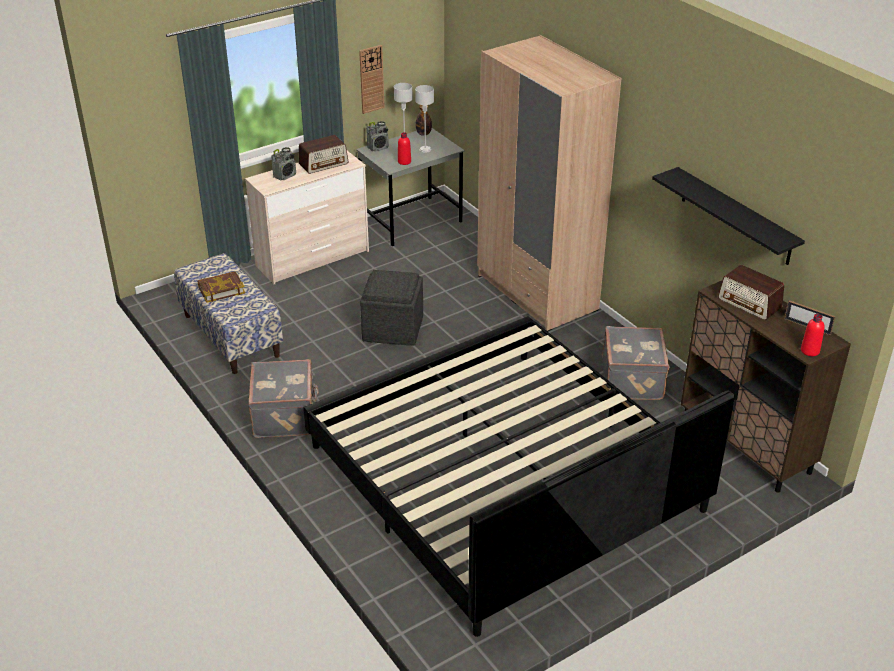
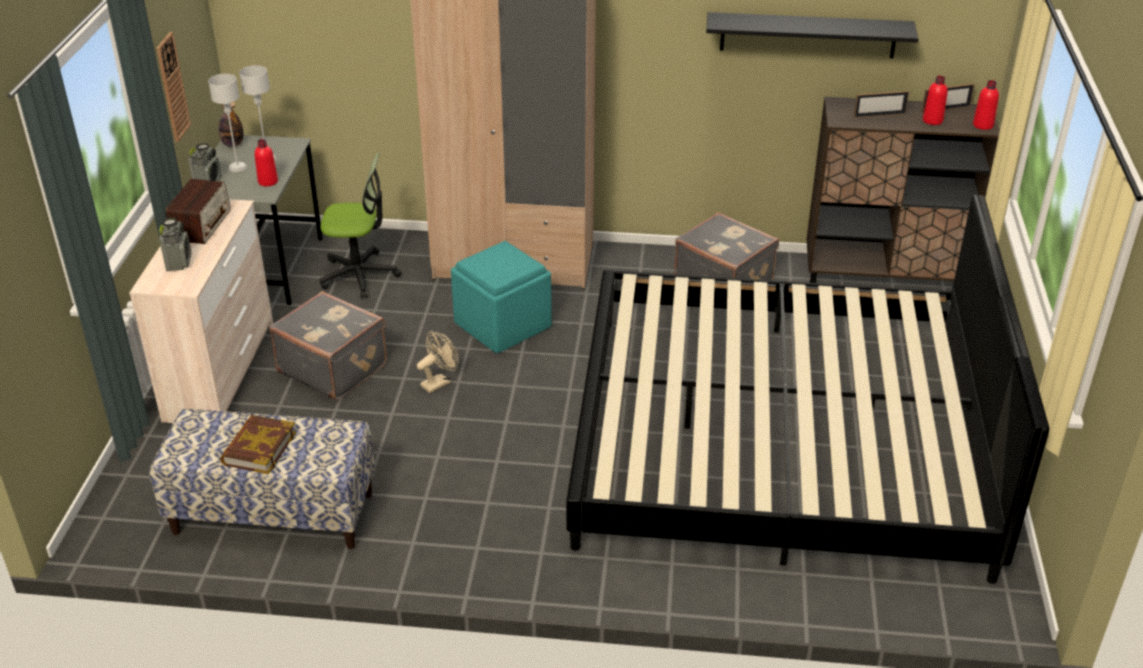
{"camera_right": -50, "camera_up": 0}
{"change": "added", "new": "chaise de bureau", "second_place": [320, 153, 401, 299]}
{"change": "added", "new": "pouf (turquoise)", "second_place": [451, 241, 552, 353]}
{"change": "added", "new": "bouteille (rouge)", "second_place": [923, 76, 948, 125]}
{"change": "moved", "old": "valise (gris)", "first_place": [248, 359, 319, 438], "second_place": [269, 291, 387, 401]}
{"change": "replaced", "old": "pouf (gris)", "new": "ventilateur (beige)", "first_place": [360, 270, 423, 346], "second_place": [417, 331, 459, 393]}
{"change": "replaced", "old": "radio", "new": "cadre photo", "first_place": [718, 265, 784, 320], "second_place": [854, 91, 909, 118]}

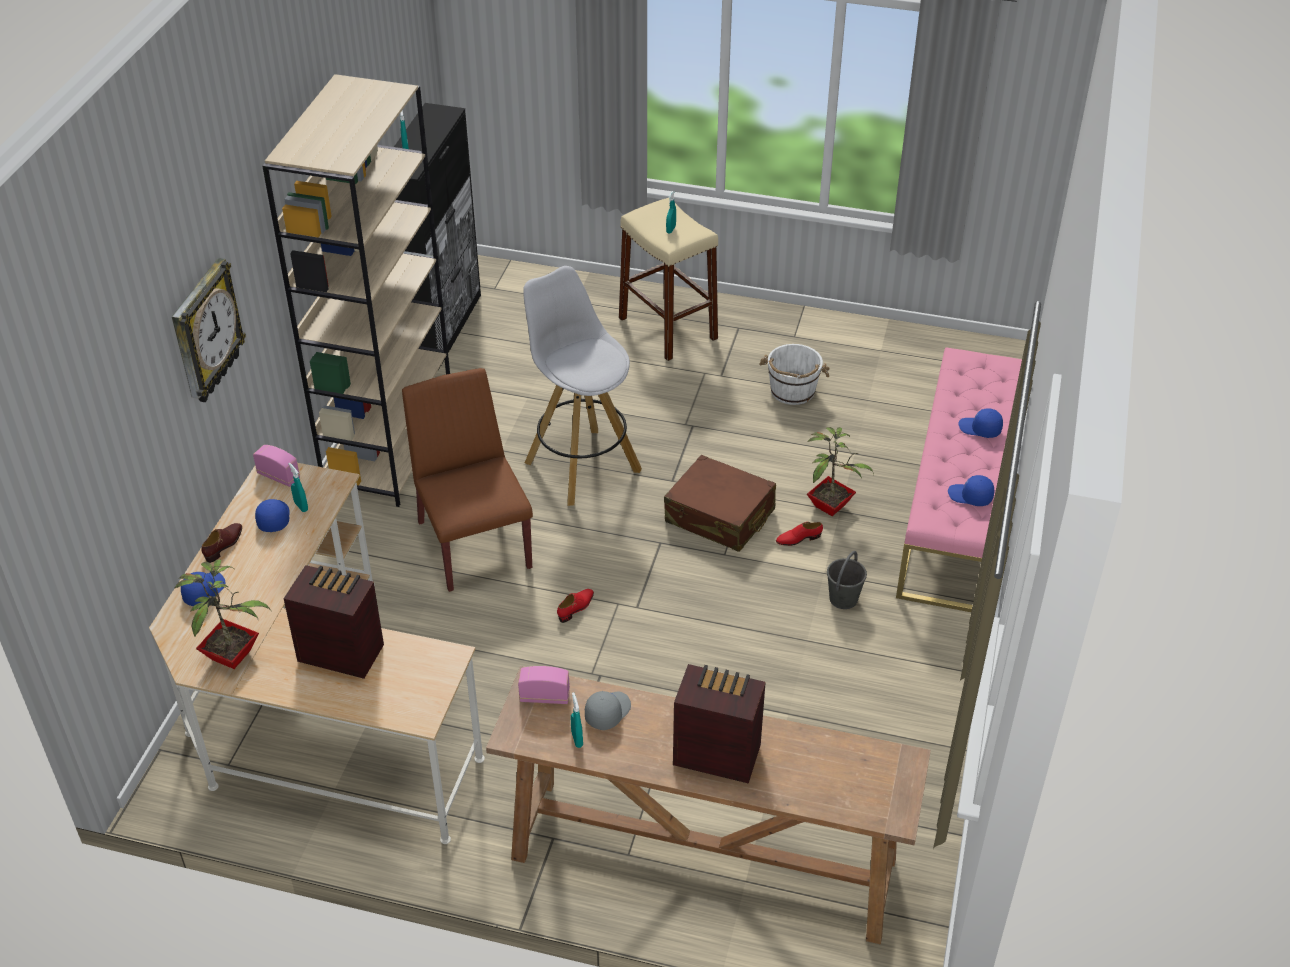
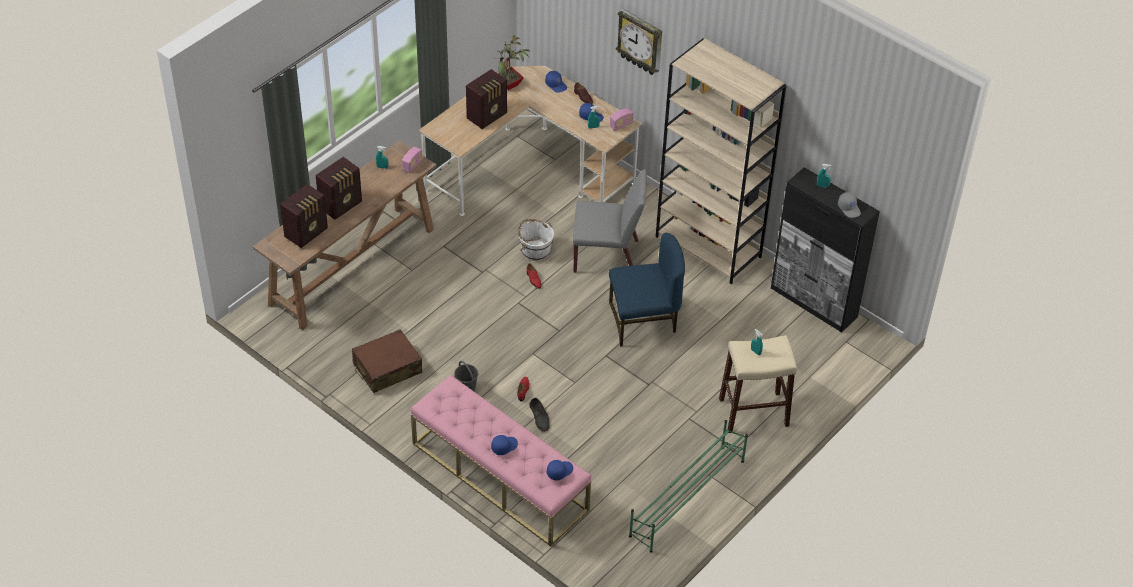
{"camera_right": 115, "camera_up": 5}
{"change": "added", "new": "radio", "second_place": [280, 184, 328, 248]}
{"change": "added", "new": "étagère à chaussures (vert)", "second_place": [629, 420, 748, 553]}
{"change": "moved", "old": "casquette (gris)", "first_place": [585, 691, 631, 730], "second_place": [838, 192, 861, 218]}
{"change": "moved", "old": "valise (marron)", "first_place": [664, 455, 776, 552], "second_place": [352, 329, 423, 393]}
{"change": "moved", "old": "seau (blanc)", "first_place": [760, 344, 830, 405], "second_place": [518, 219, 554, 261]}
{"change": "moved", "old": "casquette (bleu)", "first_place": [948, 475, 994, 506], "second_place": [547, 460, 573, 481]}
{"change": "replaced", "old": "tabouret (blanc)", "new": "chaise (bleu)", "first_place": [523, 266, 642, 506], "second_place": [609, 233, 685, 347]}
{"change": "replaced", "old": "plante en pot", "new": "chaussure (gris)", "first_place": [807, 427, 874, 516], "second_place": [530, 398, 550, 432]}
{"change": "recoloured", "old": "chaise (marron)", "new": "chaise (gris)", "first_place": [402, 368, 533, 592], "second_place": [573, 169, 647, 273]}

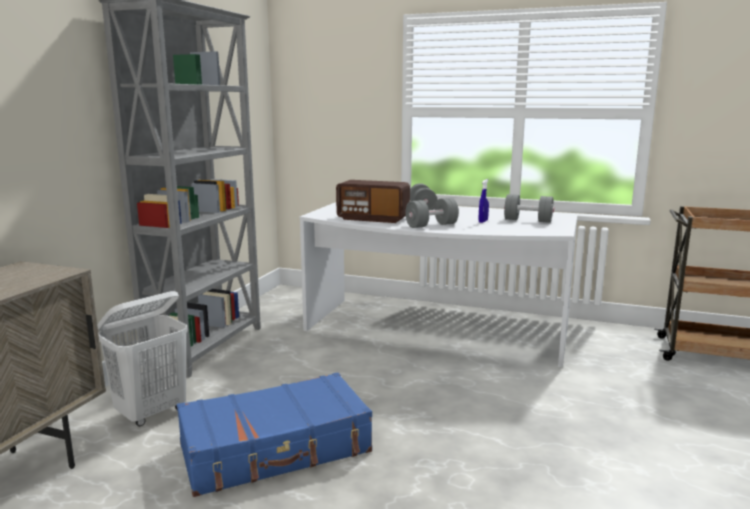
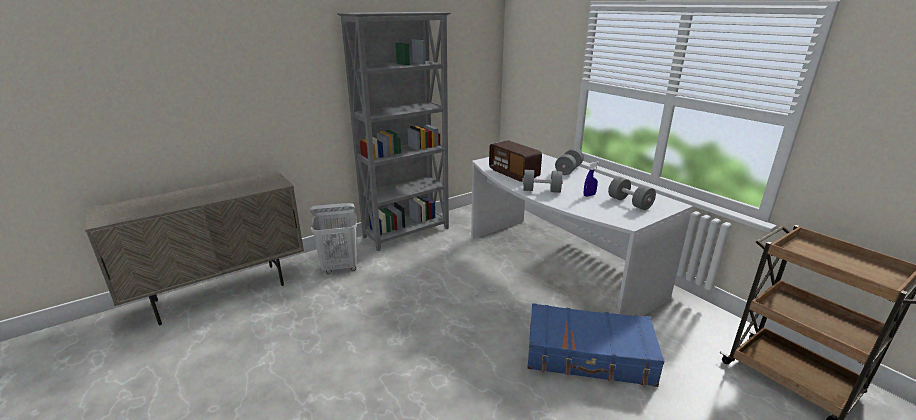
{"camera_right": 35, "camera_up": 10}
{"change": "moved", "old": "valise (bleu)", "first_place": [177, 372, 372, 497], "second_place": [527, 303, 665, 387]}

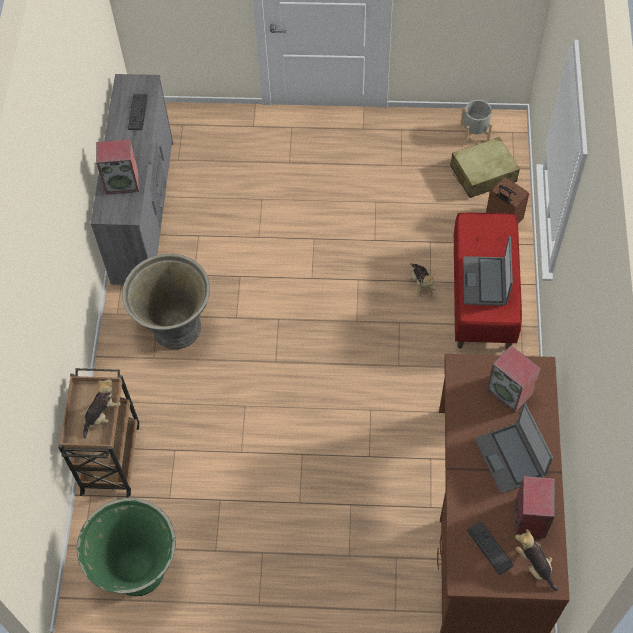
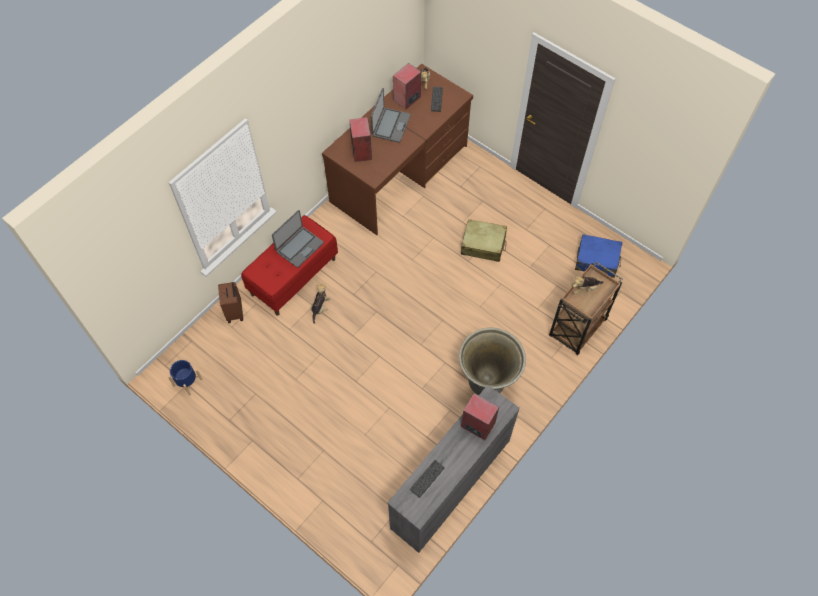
{"camera_right": -145, "camera_up": 0}
{"change": "moved", "old": "valise (beige)", "first_place": [450, 137, 520, 198], "second_place": [461, 219, 507, 262]}
{"change": "replaced", "old": "cache-pot (vert)", "new": "valise (bleu)", "first_place": [77, 498, 176, 596], "second_place": [575, 234, 622, 278]}
{"change": "recoloured", "old": "cache-pot (gris)", "new": "cache-pot (bleu)", "first_place": [460, 100, 493, 145], "second_place": [168, 360, 202, 396]}

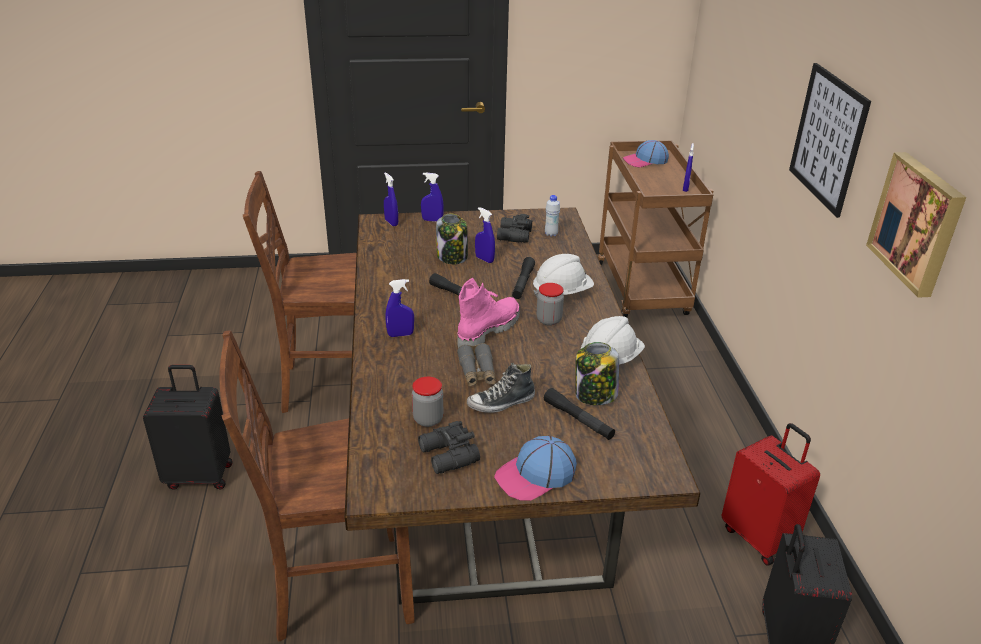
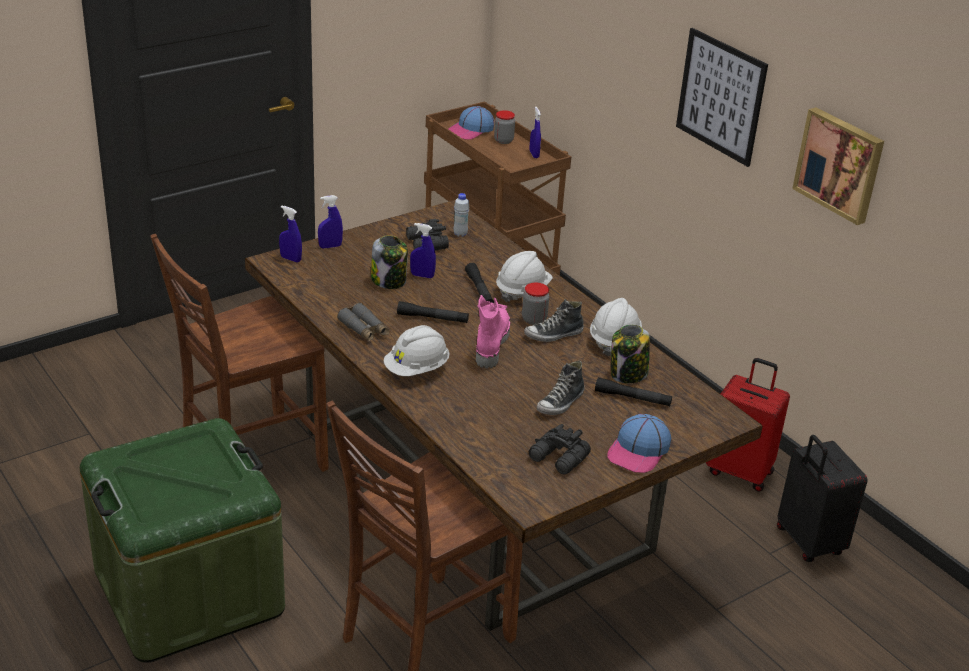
{"camera_right": -30, "camera_up": 0}
{"change": "added", "new": "chaussure", "second_place": [524, 299, 584, 342]}
{"change": "moved", "old": "bocal", "first_place": [412, 377, 443, 427], "second_place": [494, 110, 515, 144]}
{"change": "moved", "old": "jumelles (gris)", "first_place": [457, 343, 496, 387], "second_place": [337, 303, 389, 341]}
{"change": "replaced", "old": "valise (noir)", "new": "boîte de rangement (vert)", "first_place": [143, 365, 233, 490], "second_place": [80, 418, 285, 663]}
{"change": "replaced", "old": "vaporisateur (bleu)", "new": "casque de chantier (blanc)", "first_place": [386, 279, 414, 337], "second_place": [384, 325, 450, 376]}

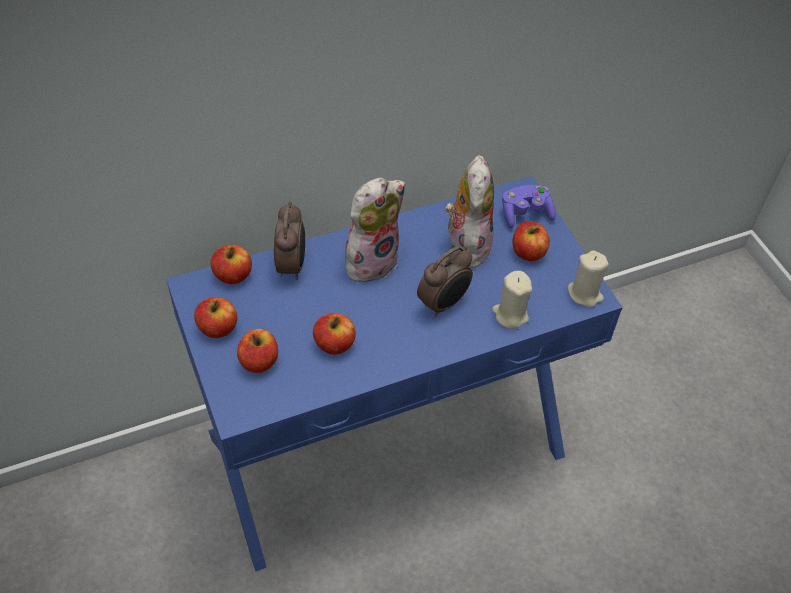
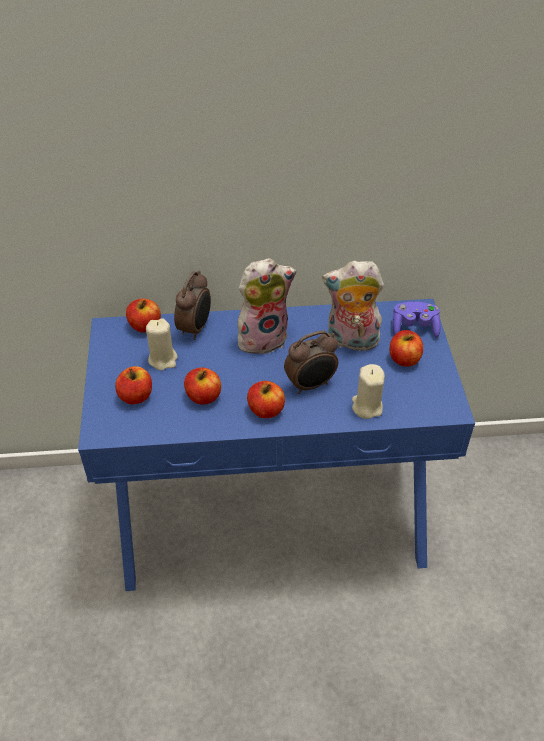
{"camera_right": 20, "camera_up": -5}
{"change": "moved", "old": "pomme", "first_place": [194, 297, 237, 338], "second_place": [247, 381, 285, 418]}
{"change": "moved", "old": "bougie (beige)", "first_place": [568, 250, 609, 307], "second_place": [146, 318, 178, 370]}
{"change": "turned", "old": "peluche", "first_place": [445, 155, 494, 268], "second_place": [322, 261, 384, 351], "degrees": -105}

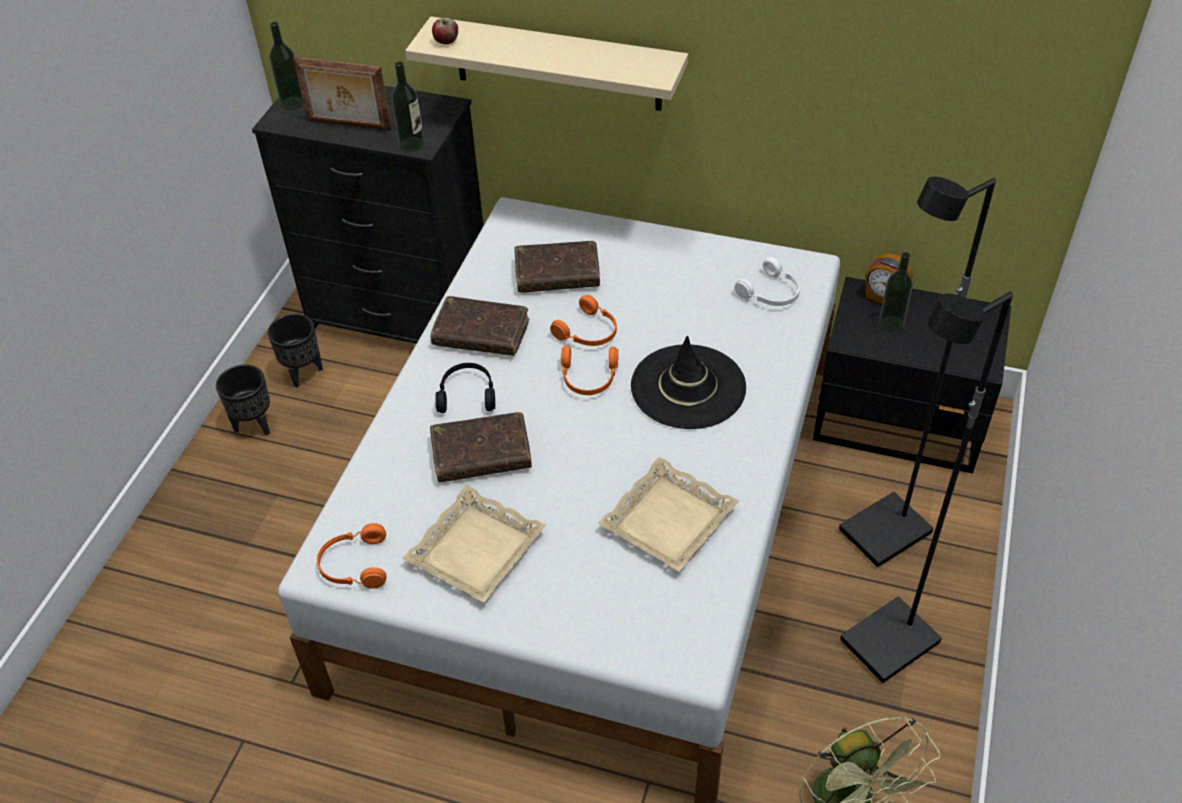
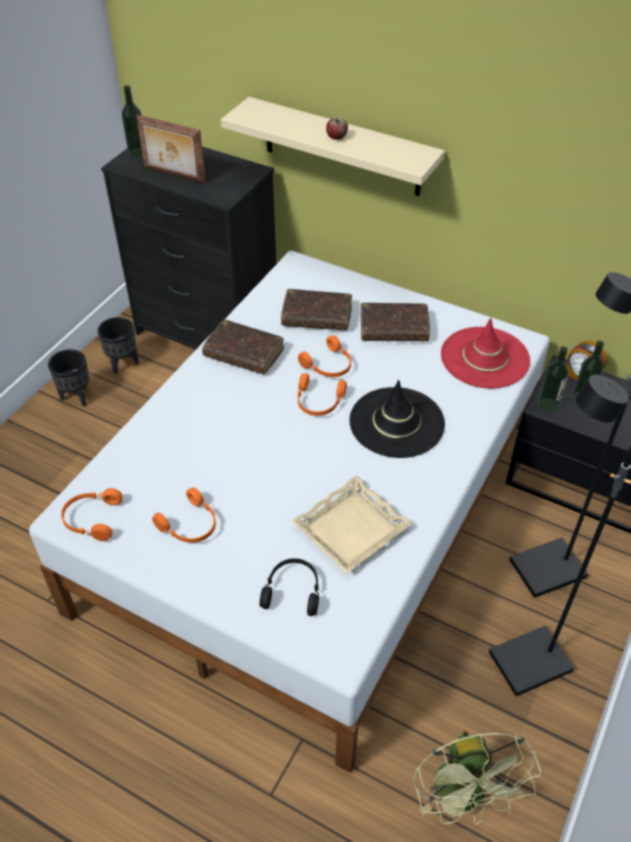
{"camera_right": 10, "camera_up": 0}
{"change": "moved", "old": "bouteille", "first_place": [391, 61, 424, 152], "second_place": [538, 346, 568, 412]}
{"change": "moved", "old": "livre (marron)", "first_place": [430, 412, 532, 482], "second_place": [361, 303, 430, 341]}
{"change": "moved", "old": "pomme", "first_place": [432, 18, 458, 44], "second_place": [326, 118, 348, 140]}
{"change": "moved", "old": "casque audio (noir)", "first_place": [435, 363, 495, 413], "second_place": [260, 558, 319, 616]}
{"change": "replaced", "old": "plateau (beige)", "new": "casque audio (orange)", "first_place": [402, 485, 546, 603], "second_place": [152, 488, 216, 543]}
{"change": "replaced", "old": "casque audio (blanc)", "new": "chapeau (rouge)", "first_place": [734, 257, 800, 306], "second_place": [441, 318, 530, 388]}

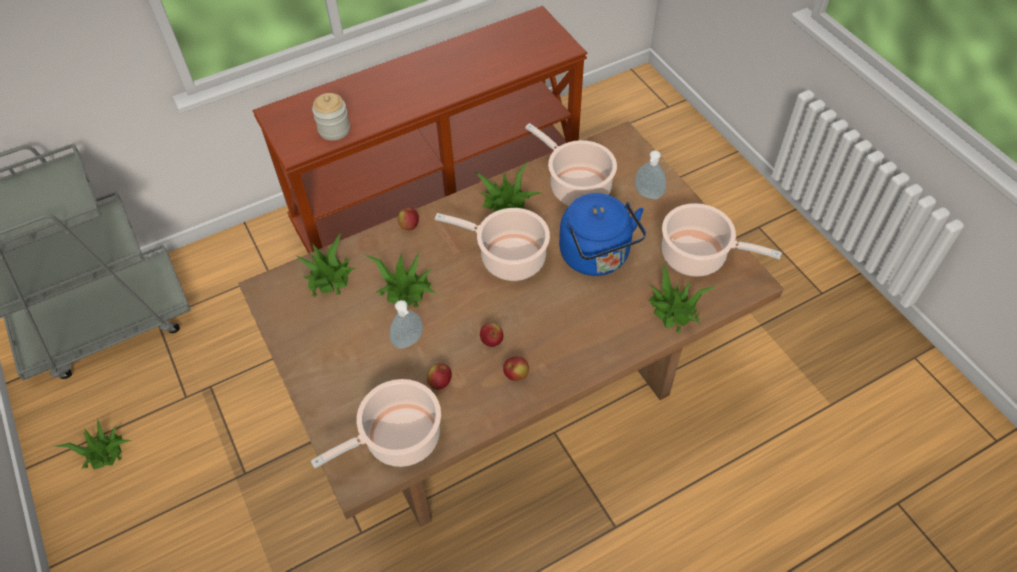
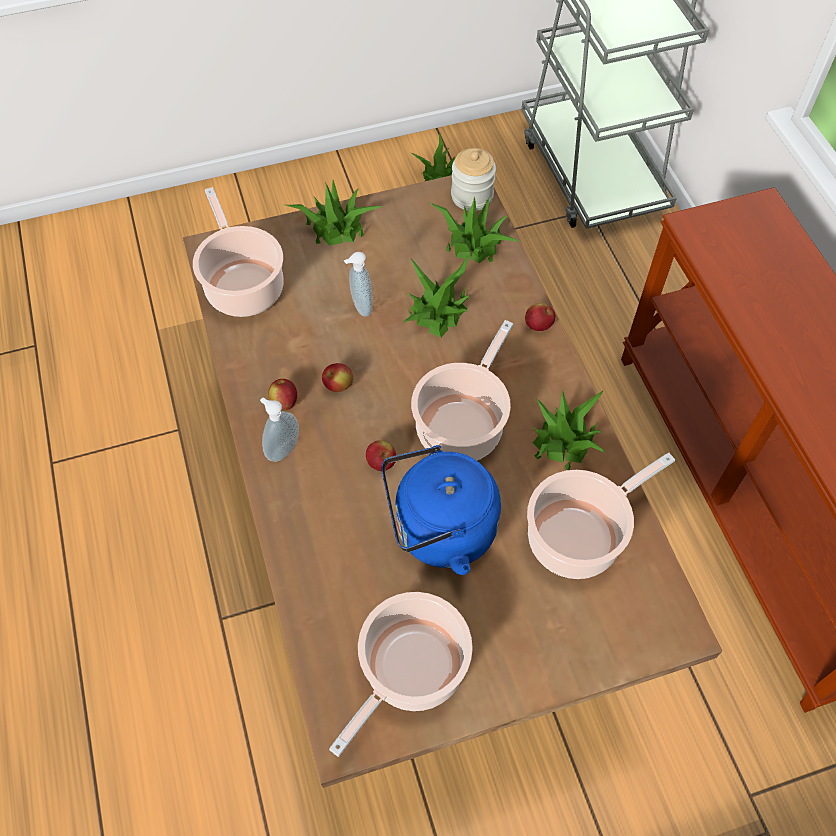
{"camera_right": 100, "camera_up": 5}
{"change": "moved", "old": "bocal", "first_place": [312, 93, 350, 140], "second_place": [451, 148, 496, 211]}
{"change": "moved", "old": "pomme", "first_place": [427, 363, 452, 390], "second_place": [366, 440, 396, 471]}
{"change": "moved", "old": "distributeur de savon", "first_place": [635, 150, 666, 200], "second_place": [260, 397, 299, 462]}
{"change": "moved", "old": "plante en pot", "first_place": [648, 263, 717, 333], "second_place": [285, 180, 383, 246]}

